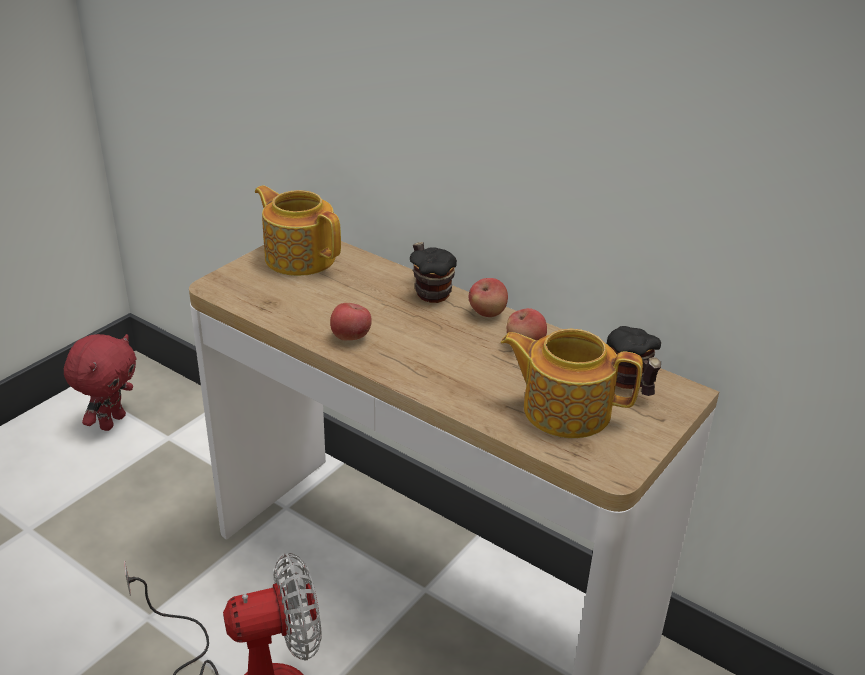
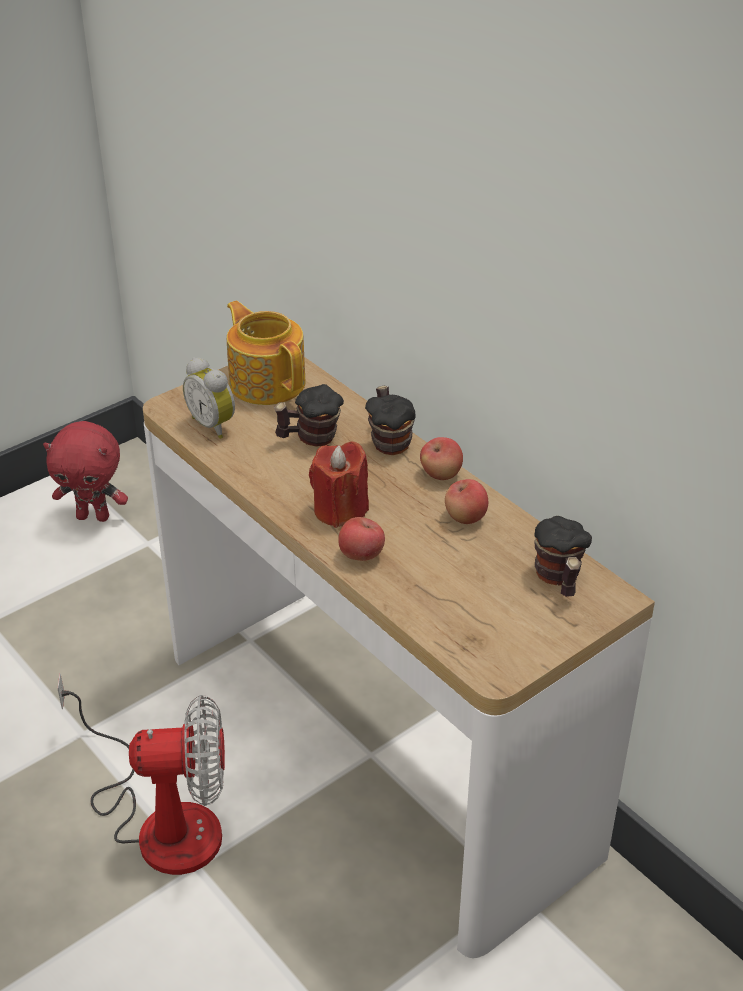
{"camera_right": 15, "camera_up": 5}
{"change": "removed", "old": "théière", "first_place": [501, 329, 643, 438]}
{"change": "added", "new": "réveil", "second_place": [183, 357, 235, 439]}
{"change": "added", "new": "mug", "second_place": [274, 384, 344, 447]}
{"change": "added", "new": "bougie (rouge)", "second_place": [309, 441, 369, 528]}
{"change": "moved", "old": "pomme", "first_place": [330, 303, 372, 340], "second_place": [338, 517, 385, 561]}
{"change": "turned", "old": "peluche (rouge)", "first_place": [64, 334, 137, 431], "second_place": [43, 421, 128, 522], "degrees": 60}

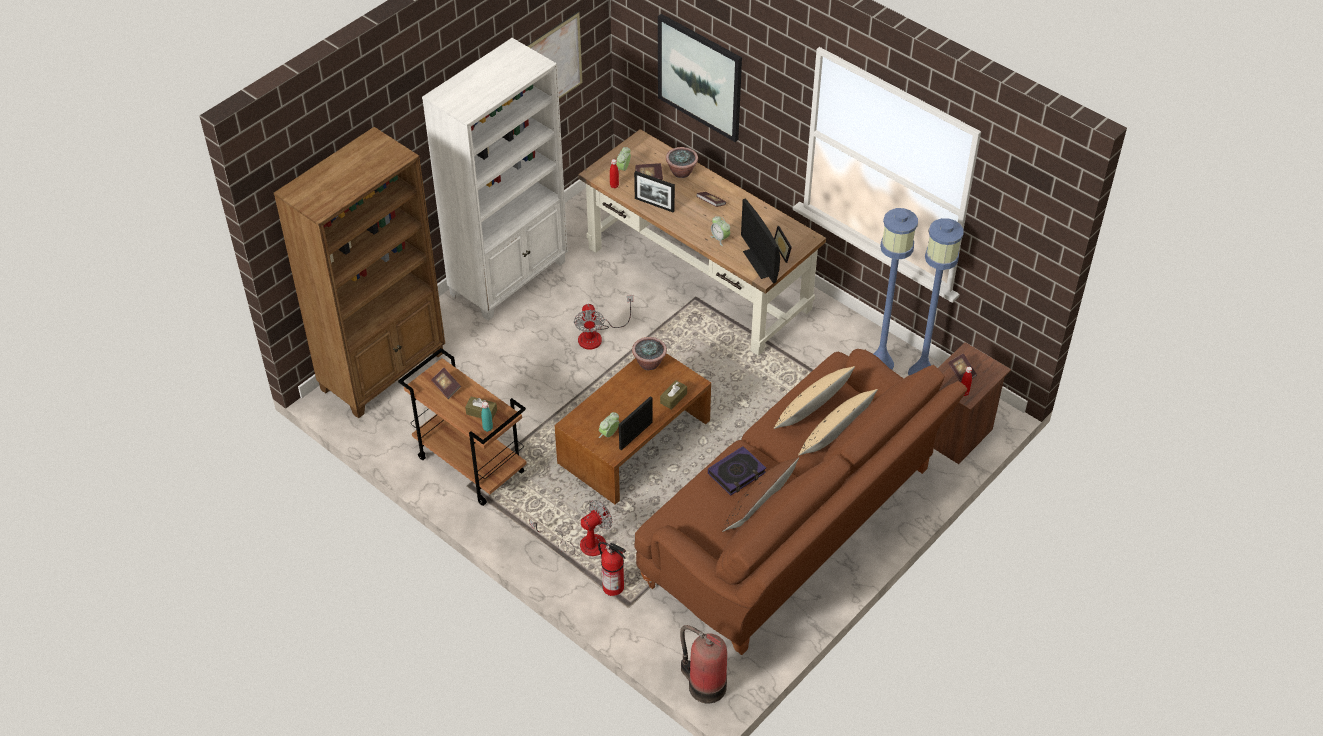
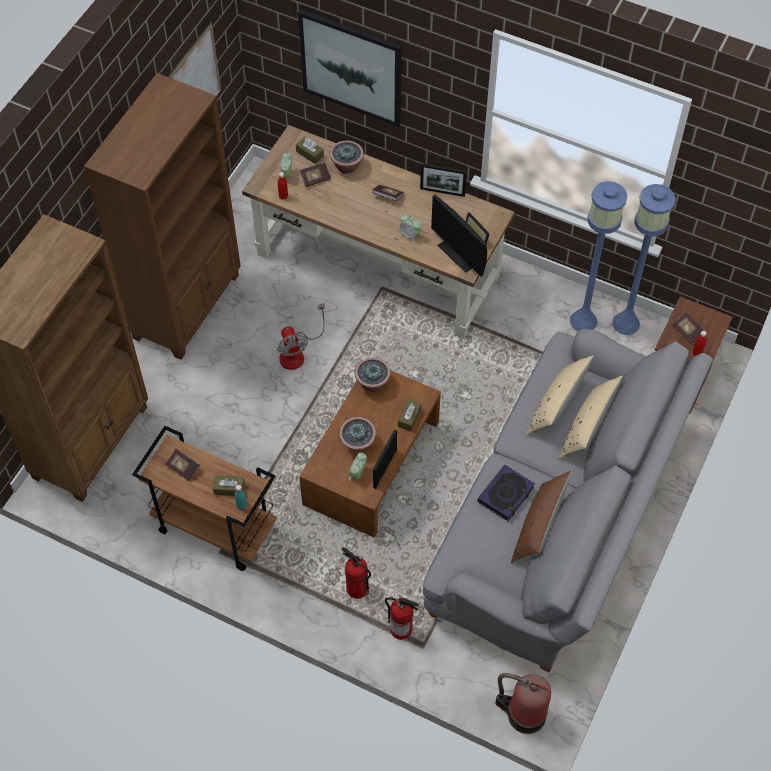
{"camera_right": -15, "camera_up": 10}
{"change": "added", "new": "boîte à mouchoirs (marron)", "second_place": [296, 137, 324, 164]}
{"change": "added", "new": "plante en pot", "second_place": [339, 417, 376, 452]}
{"change": "moved", "old": "cadre photo", "first_place": [634, 171, 675, 212], "second_place": [420, 163, 467, 197]}
{"change": "replaced", "old": "ventilateur", "new": "extincteur", "first_place": [529, 500, 613, 556], "second_place": [341, 547, 371, 599]}
{"change": "recoloured", "old": "bibliothèque (blanc)", "new": "bibliothèque (marron)", "first_place": [422, 38, 568, 321], "second_place": [84, 73, 241, 360]}
{"change": "recoloured", "old": "canapé (marron)", "new": "canapé (gris)", "first_place": [634, 349, 967, 655], "second_place": [423, 329, 713, 672]}

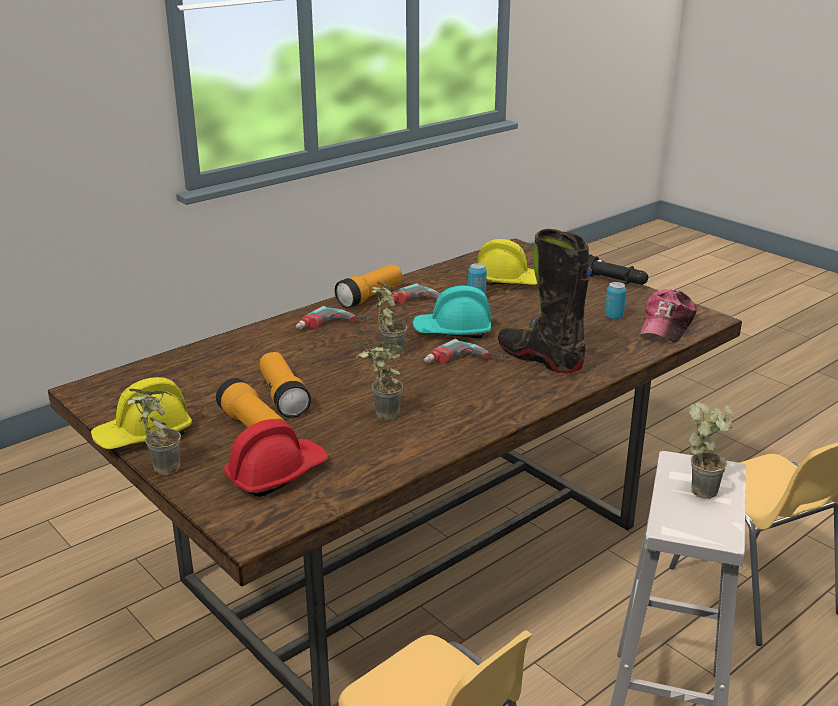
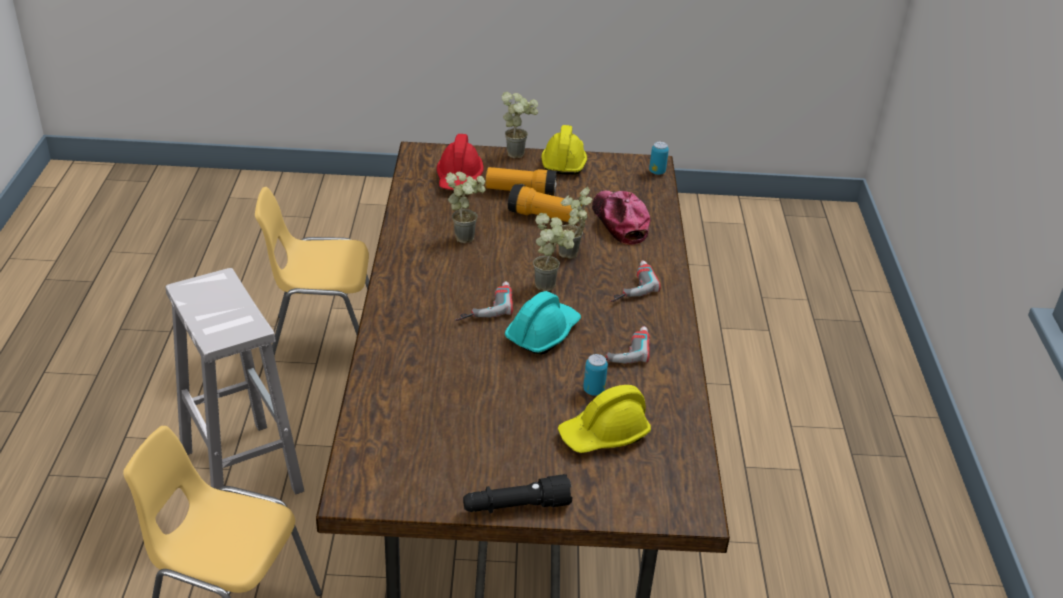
{"camera_right": 130, "camera_up": 10}
{"change": "removed", "old": "lampe de poche", "first_place": [335, 265, 402, 308]}
{"change": "removed", "old": "botte (noir)", "first_place": [498, 229, 592, 373]}
{"change": "moved", "old": "boîte métallique", "first_place": [605, 282, 626, 319], "second_place": [649, 142, 669, 175]}
{"change": "moved", "old": "casquette", "first_place": [639, 289, 697, 343], "second_place": [592, 190, 650, 245]}
{"change": "moved", "old": "plante en pot", "first_place": [688, 402, 734, 499], "second_place": [559, 187, 593, 259]}

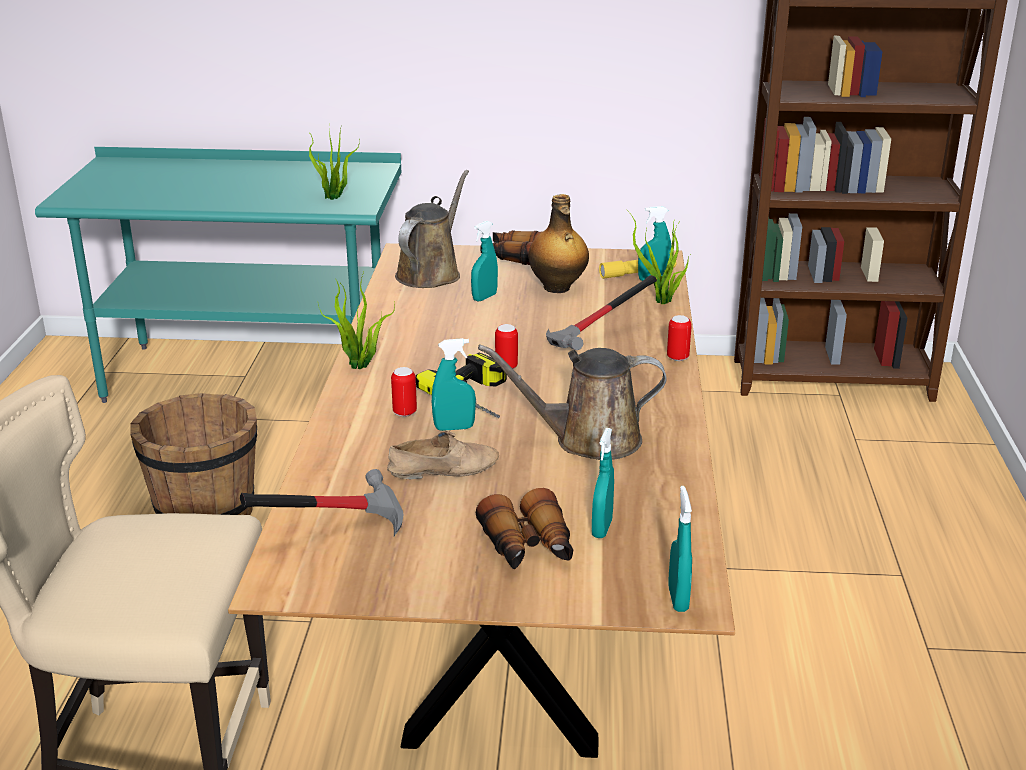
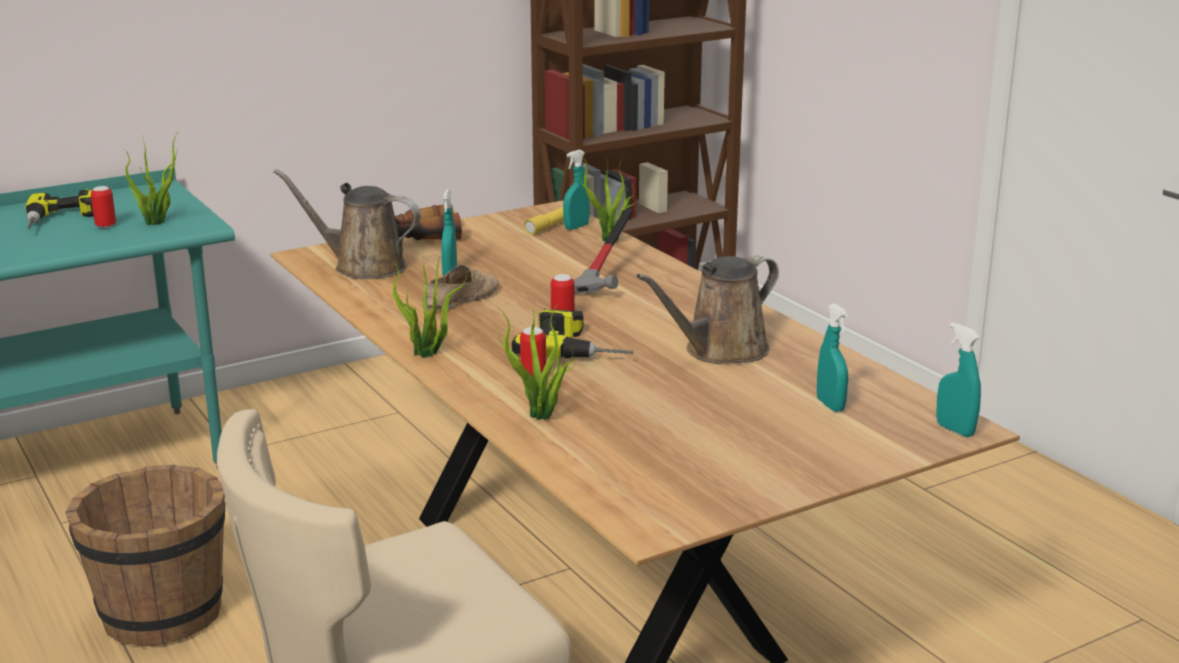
{"camera_right": -35, "camera_up": -5}
{"change": "removed", "old": "marteau", "first_place": [240, 469, 404, 536]}
{"change": "removed", "old": "vaporisateur (turquoise)", "first_place": [432, 338, 476, 431]}
{"change": "removed", "old": "jumelles", "first_place": [476, 488, 573, 569]}
{"change": "removed", "old": "bouteille", "first_place": [528, 194, 589, 293]}
{"change": "added", "new": "perceuse", "second_place": [25, 189, 94, 229]}
{"change": "added", "new": "plante en pot", "second_place": [497, 305, 576, 420]}
{"change": "moved", "old": "chaussure (beige)", "first_place": [387, 431, 499, 479], "second_place": [422, 264, 499, 311]}
{"change": "moved", "old": "boîte métallique", "first_place": [667, 315, 692, 361], "second_place": [91, 186, 116, 228]}
{"change": "turned", "old": "arrosoir (marron)", "first_place": [395, 170, 469, 288], "second_place": [273, 169, 421, 279], "degrees": -60}

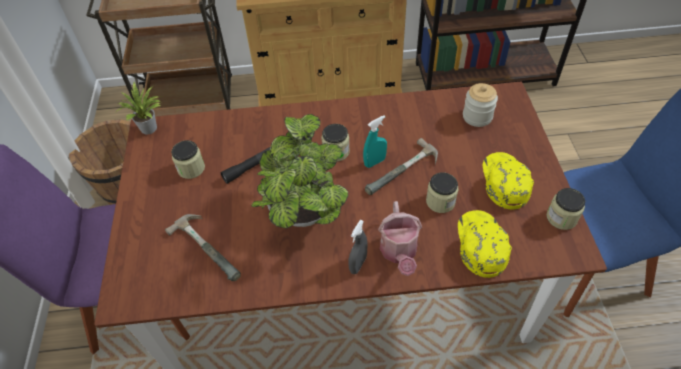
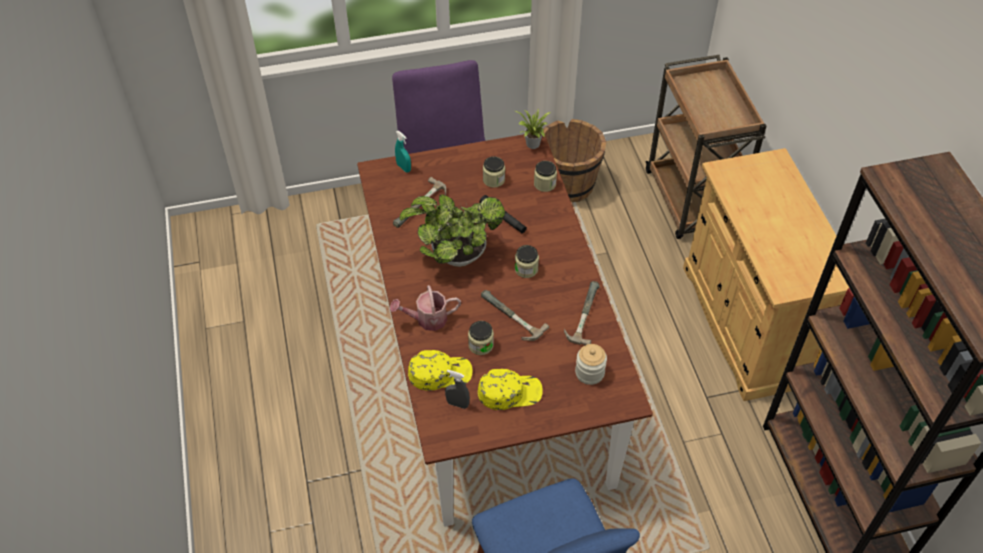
{"camera_right": 80, "camera_up": 0}
{"change": "added", "new": "marteau", "second_place": [564, 281, 600, 345]}
{"change": "moved", "old": "vaporisateur (gris)", "first_place": [349, 220, 367, 274], "second_place": [445, 370, 470, 409]}
{"change": "moved", "old": "vaporisateur (turquoise)", "first_place": [363, 115, 387, 168], "second_place": [395, 131, 411, 172]}
{"change": "moved", "old": "bocal", "first_place": [547, 188, 585, 230], "second_place": [534, 161, 557, 192]}

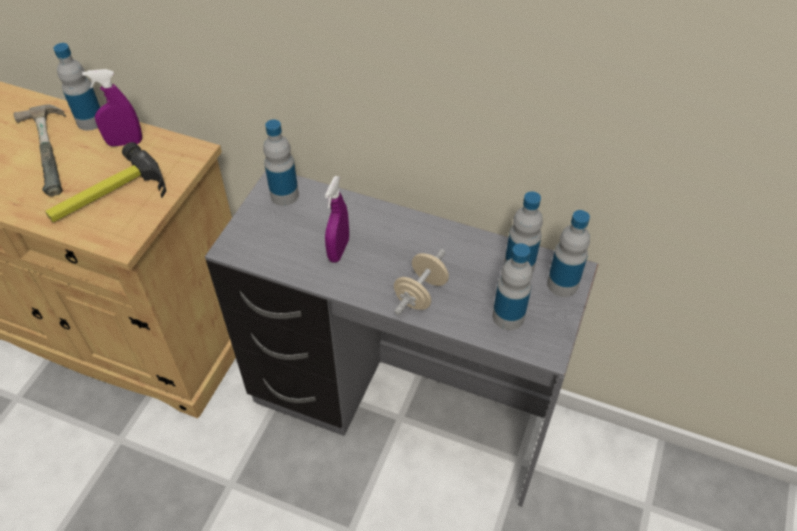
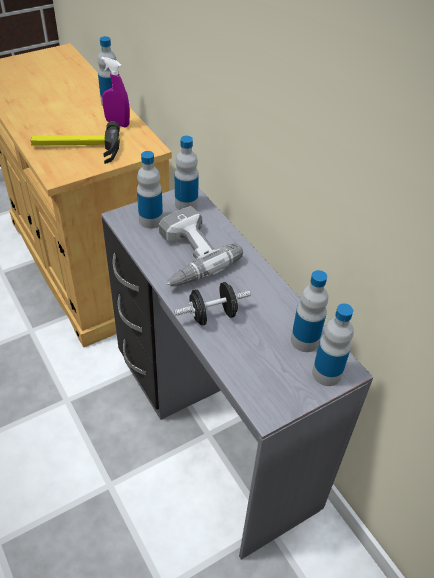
{"camera_right": 35, "camera_up": -5}
{"change": "removed", "old": "marteau", "first_place": [14, 104, 66, 196]}
{"change": "moved", "old": "bouteille", "first_place": [492, 243, 533, 330], "second_place": [137, 151, 163, 229]}
{"change": "replaced", "old": "vaporisateur (violet)", "new": "perceuse", "first_place": [325, 176, 349, 263], "second_place": [159, 206, 243, 286]}
{"change": "recoloured", "old": "haltère (beige)", "new": "haltère (noir)", "first_place": [394, 249, 449, 315], "second_place": [174, 282, 251, 325]}

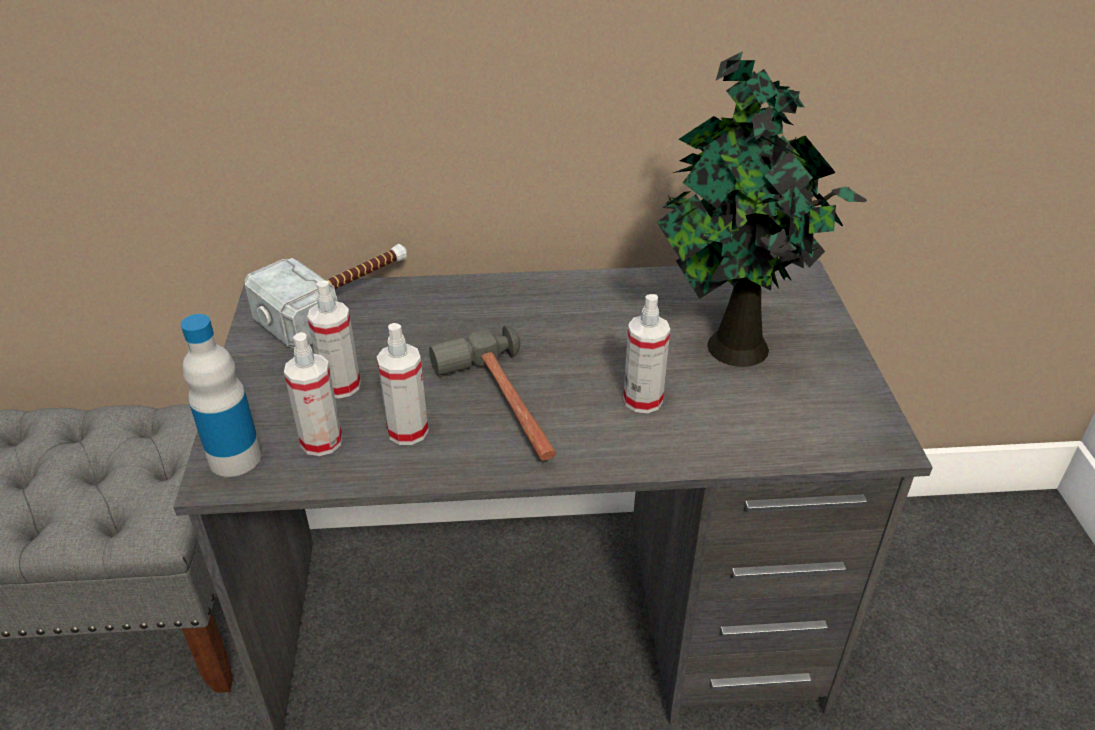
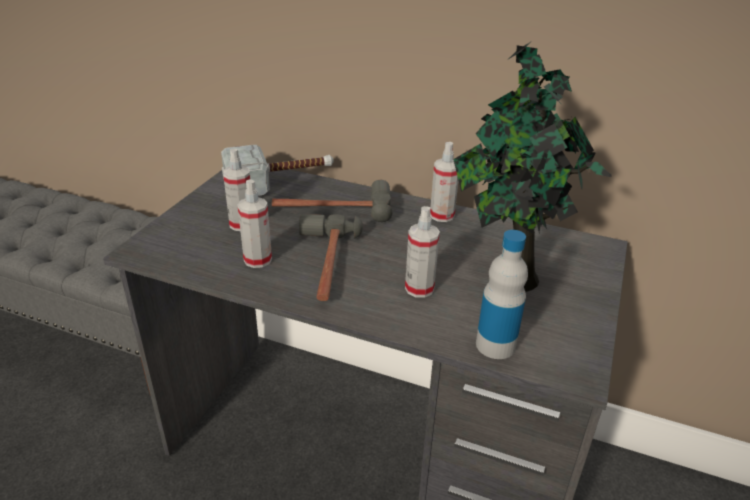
{"camera_right": 25, "camera_up": -5}
{"change": "added", "new": "marteau", "second_place": [272, 180, 392, 222]}
{"change": "moved", "old": "bouteille", "first_place": [181, 314, 262, 477], "second_place": [476, 230, 528, 359]}
{"change": "moved", "old": "vaporisateur", "first_place": [284, 332, 342, 456], "second_place": [430, 142, 458, 222]}

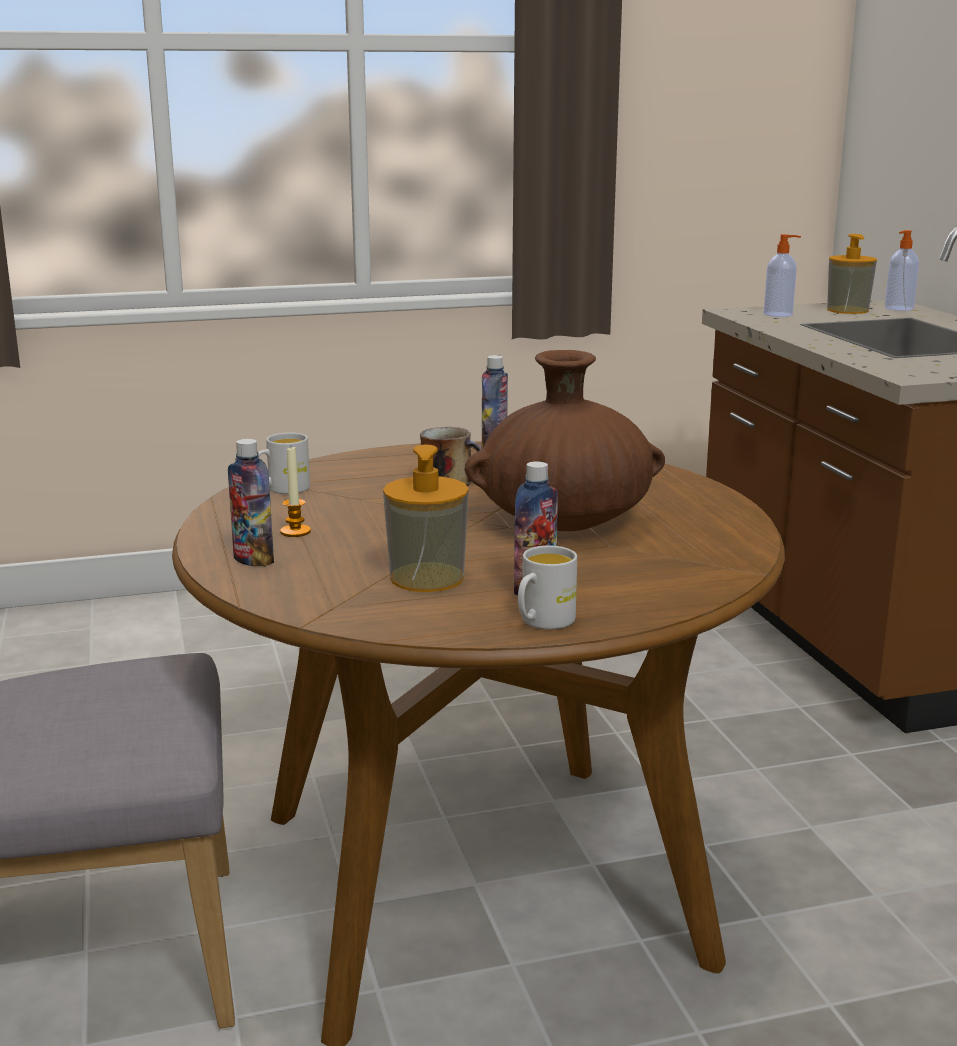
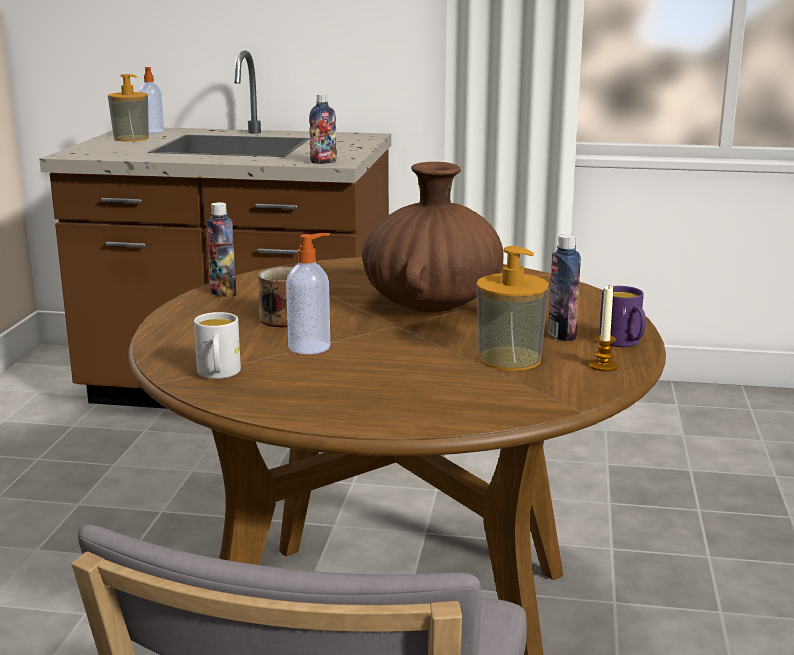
{"camera_right": -65, "camera_up": 0}
{"change": "moved", "old": "bouteille", "first_place": [228, 439, 274, 567], "second_place": [309, 94, 337, 164]}
{"change": "moved", "old": "bougie", "first_place": [280, 447, 311, 537], "second_place": [589, 286, 618, 372]}
{"change": "moved", "old": "distributeur de savon", "first_place": [764, 234, 801, 317], "second_place": [286, 233, 330, 354]}
{"change": "recoloured", "old": "mug (blanc)", "new": "mug (violet)", "first_place": [518, 546, 577, 629], "second_place": [599, 286, 646, 347]}

